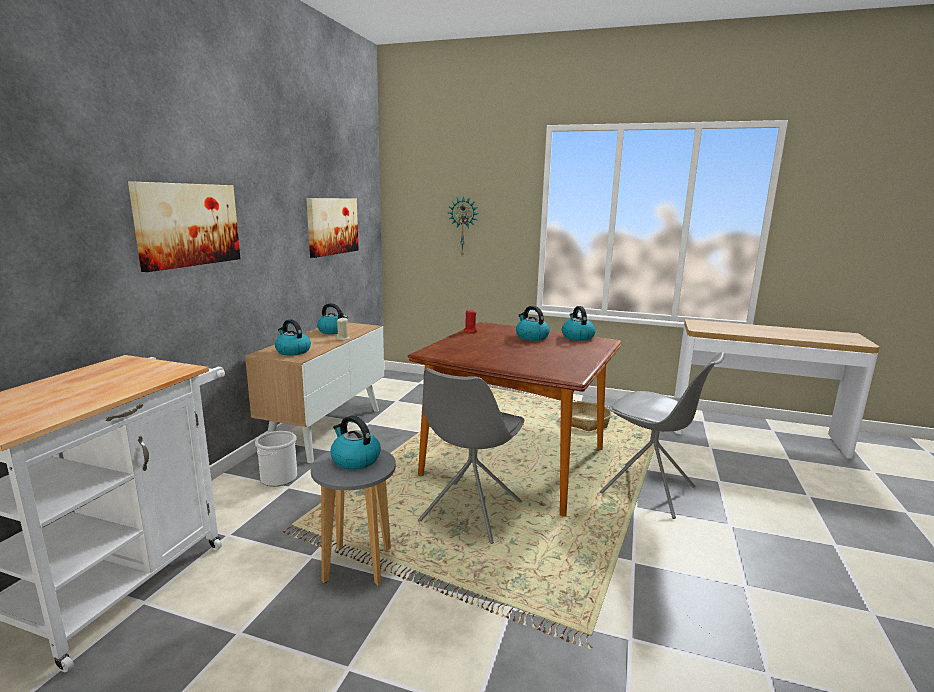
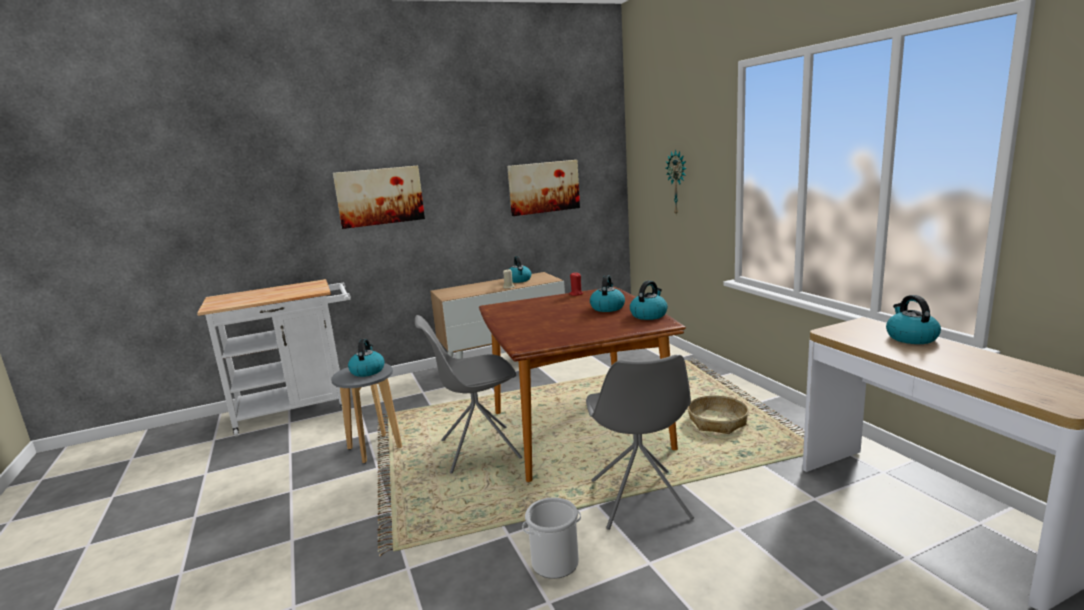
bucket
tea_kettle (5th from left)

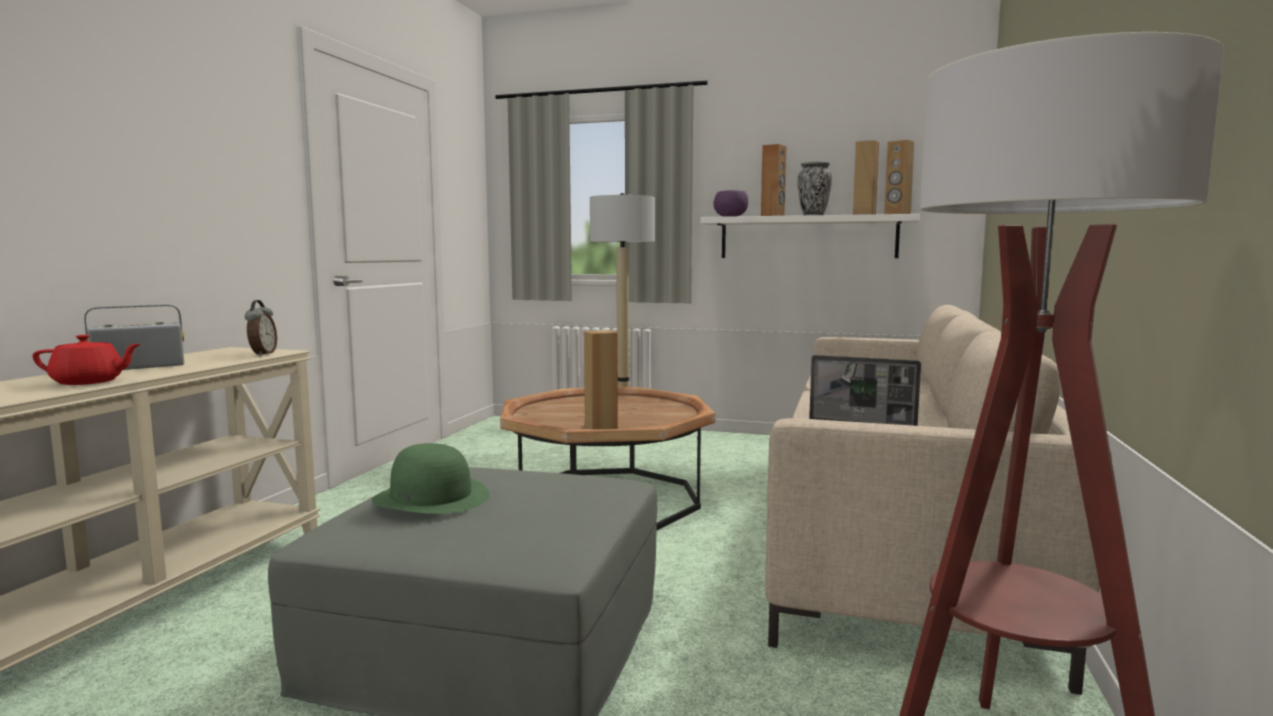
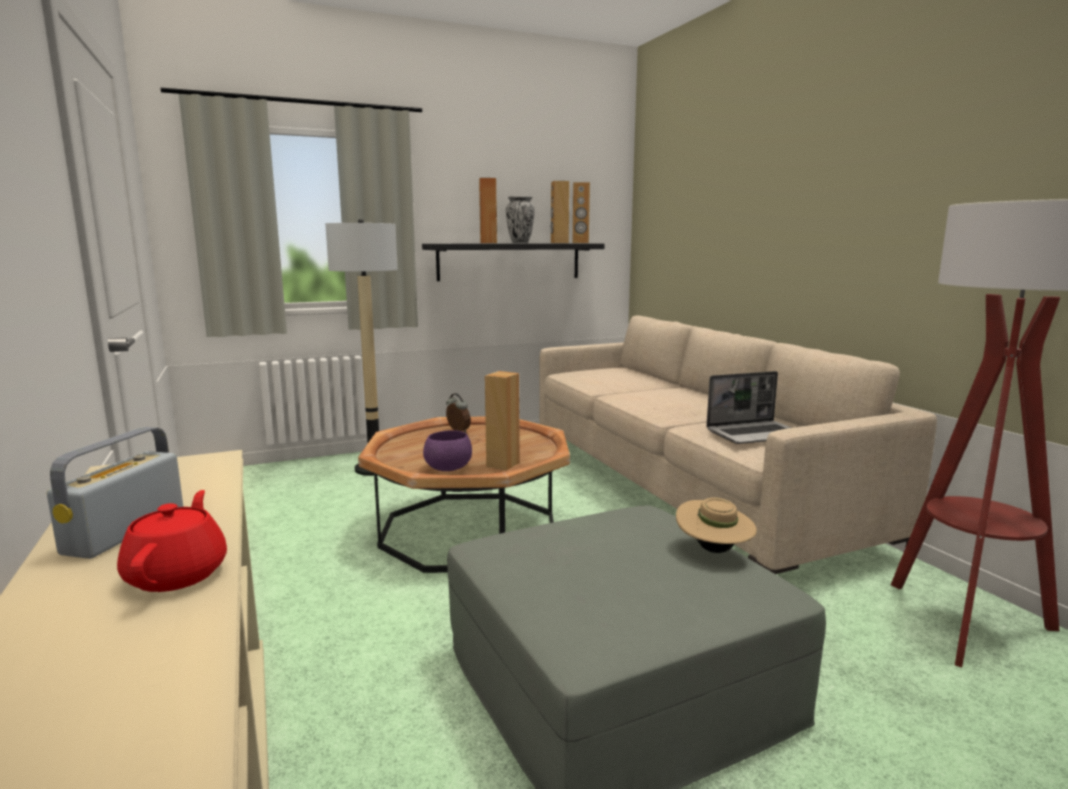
red_pot_for_tea
black-coloured_bracket_shelf
purple-coloured_bowl
alarm_clock
beige_wearable_hat
greenish_wearable_hat

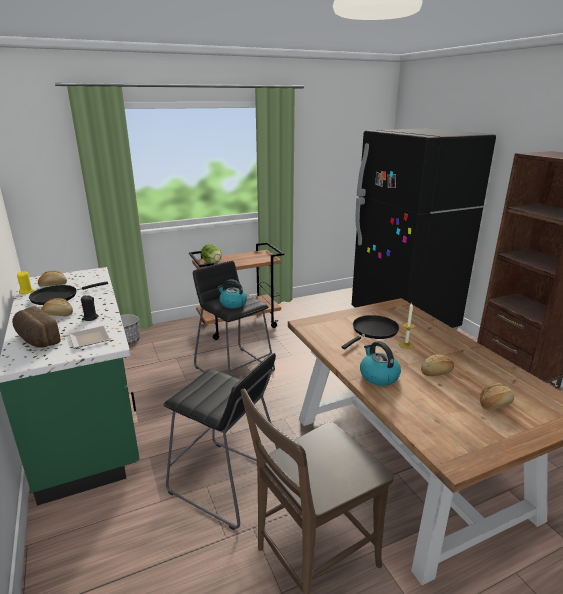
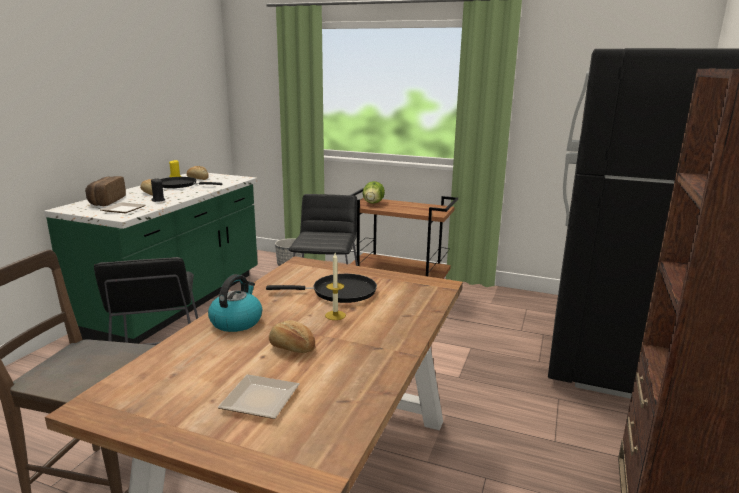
flat_dish (2nd from left)
tea_kettle (1st from left in the first image)

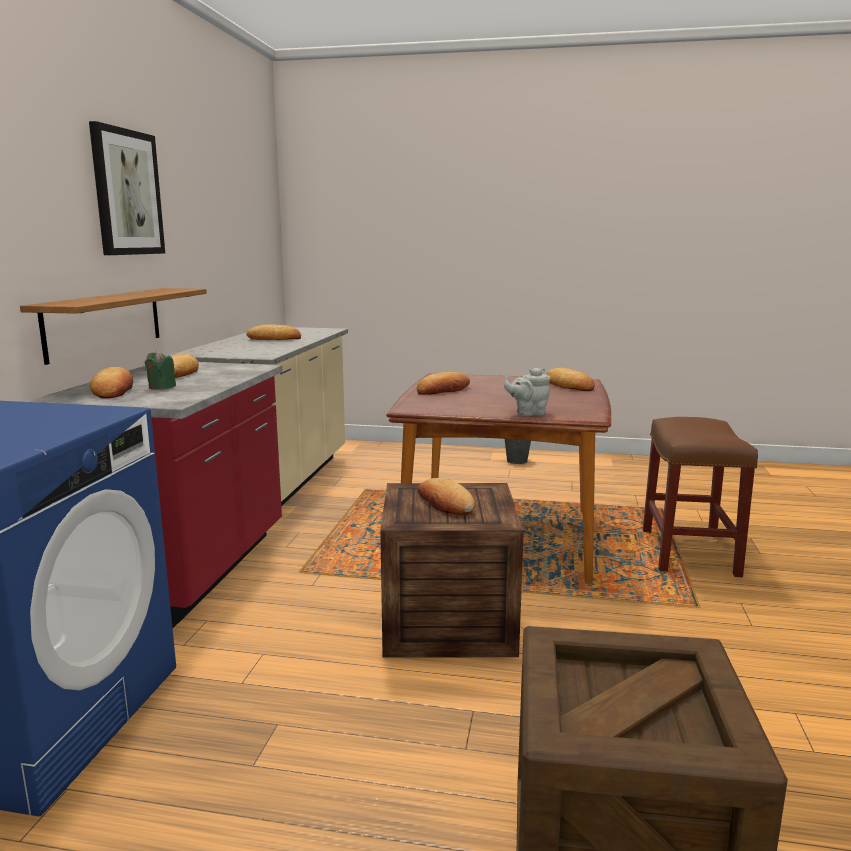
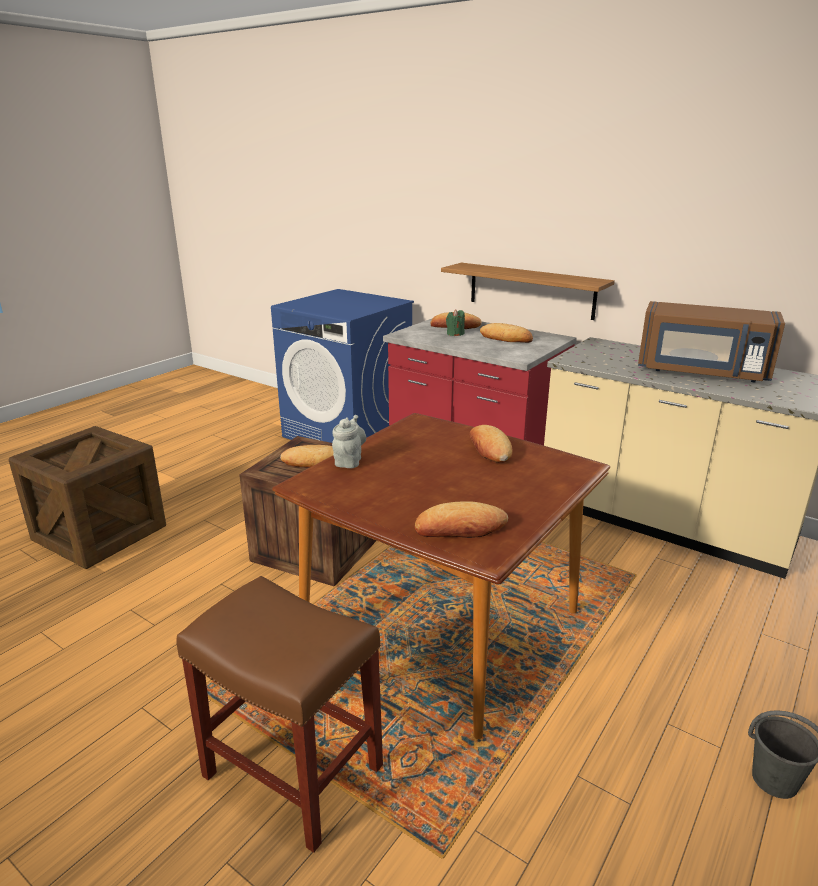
brown-coloured_kitchen_microwave
wall_art

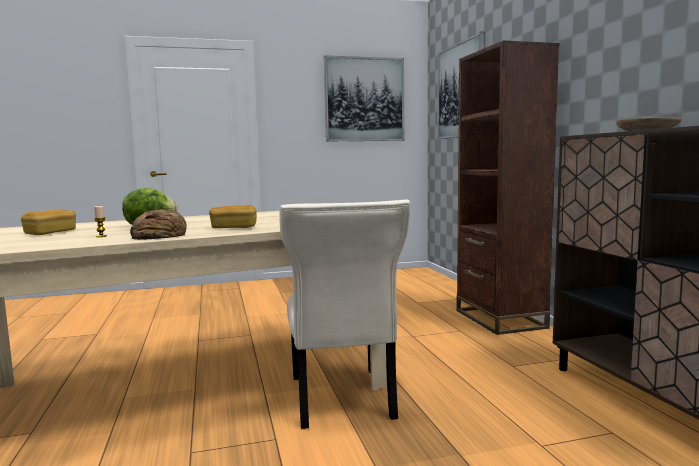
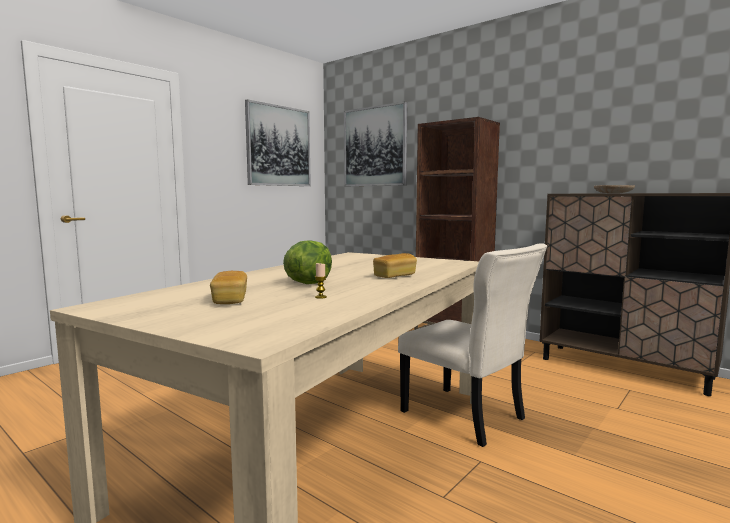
bakery_bread (2nd from left in the first image)

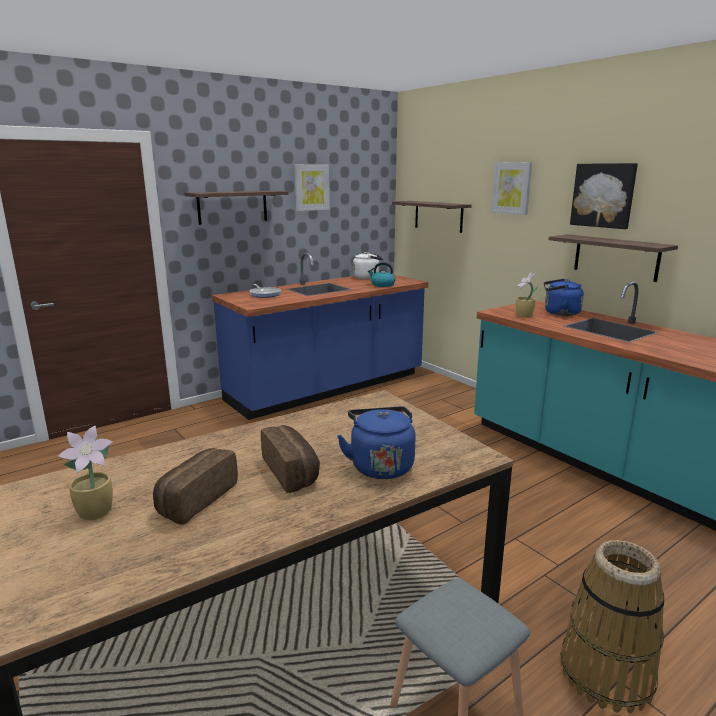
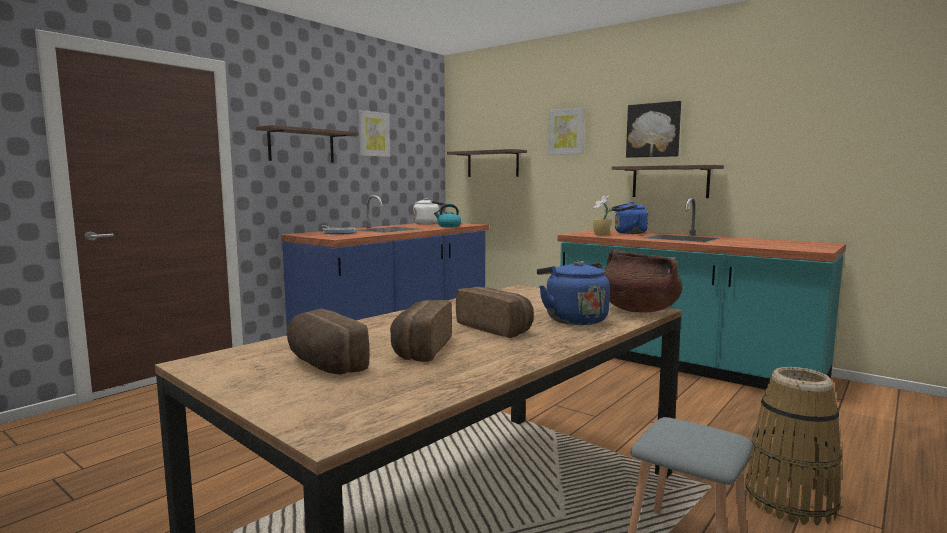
bakery_bread (1st from left)
brown-coloured_saucepot

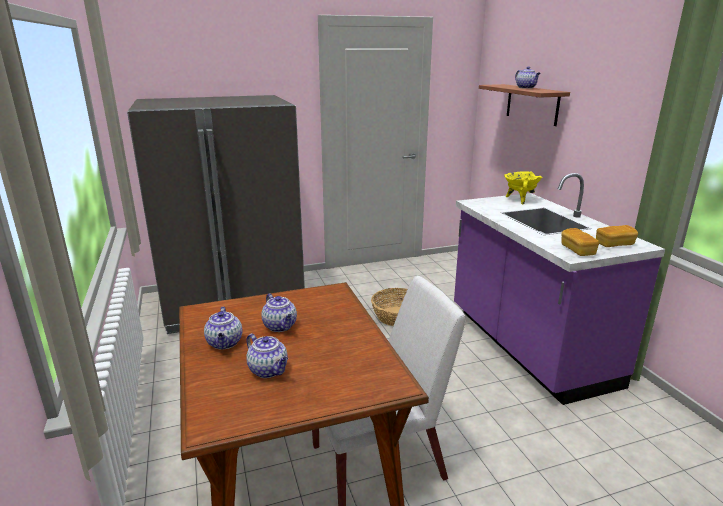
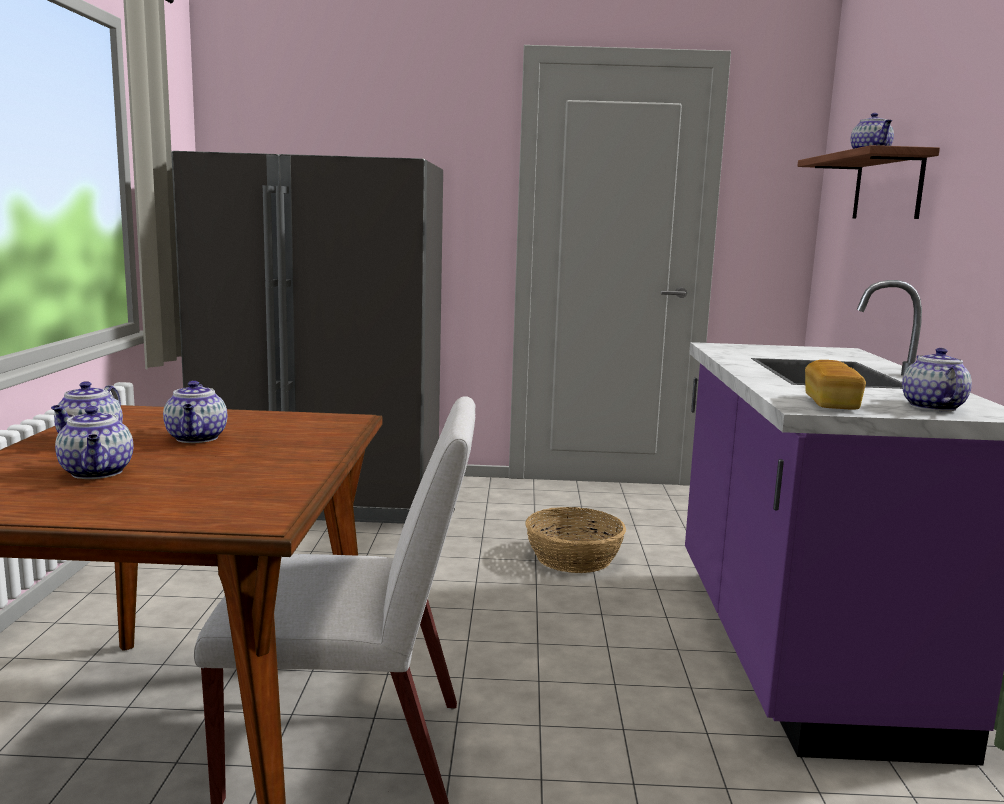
pot_for_tea (5th from left)
yellowish_saucepot

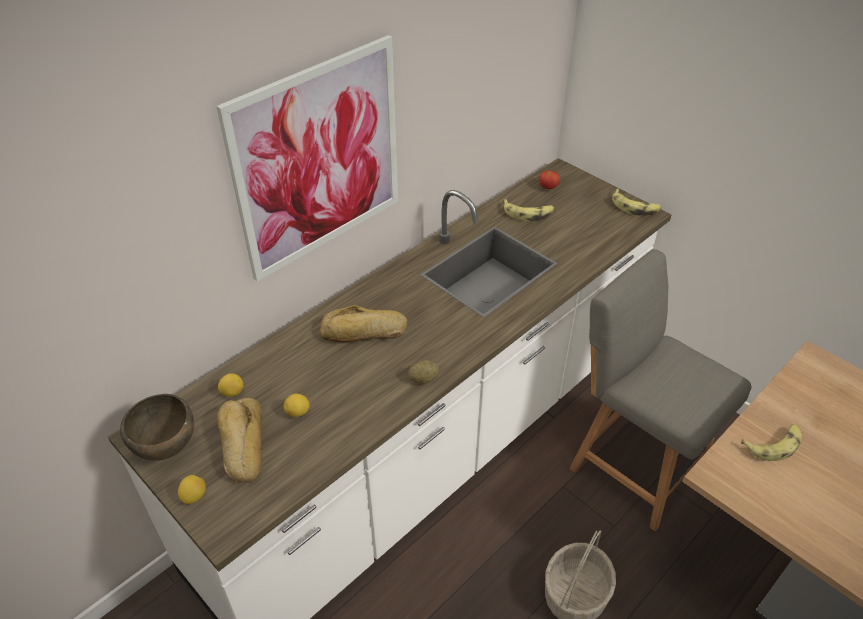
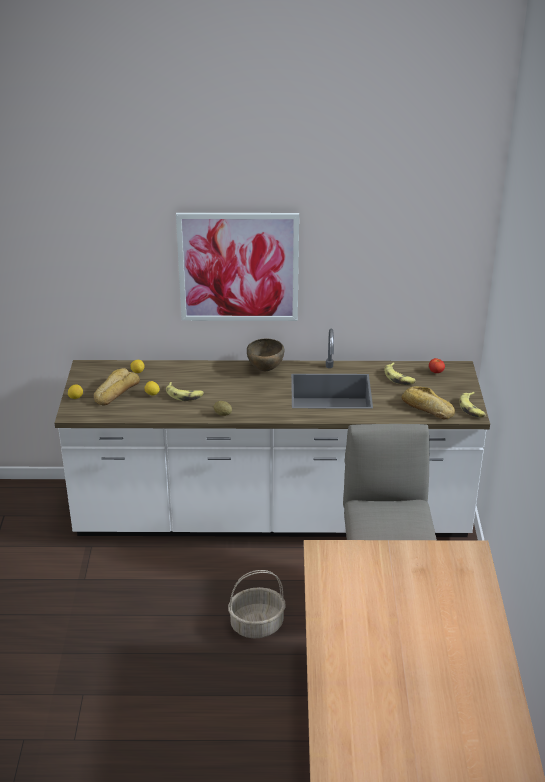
banana (1st from left)
brown-coloured_bowl
bakery_bread (2nd from left)

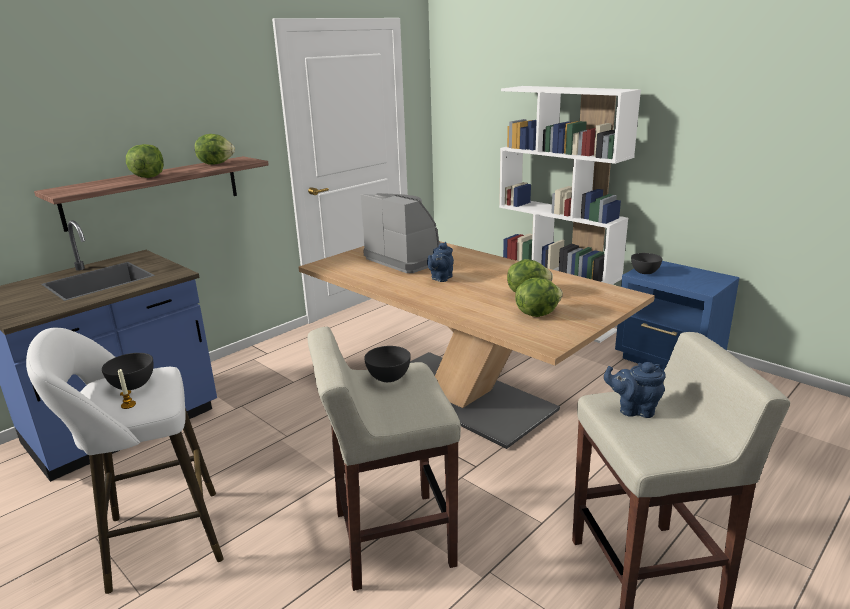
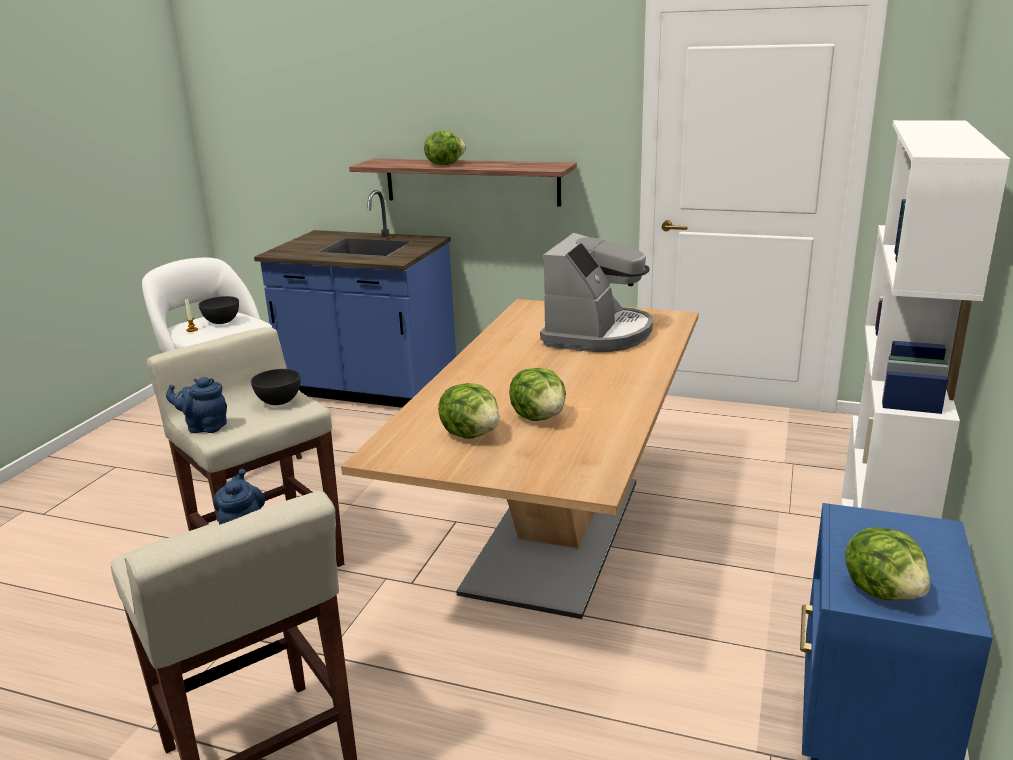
blue-coloured_pot_for_tea (1st from left)
head_of_lettuce (4th from left)
grey_bowl (3rd from left in the first image)

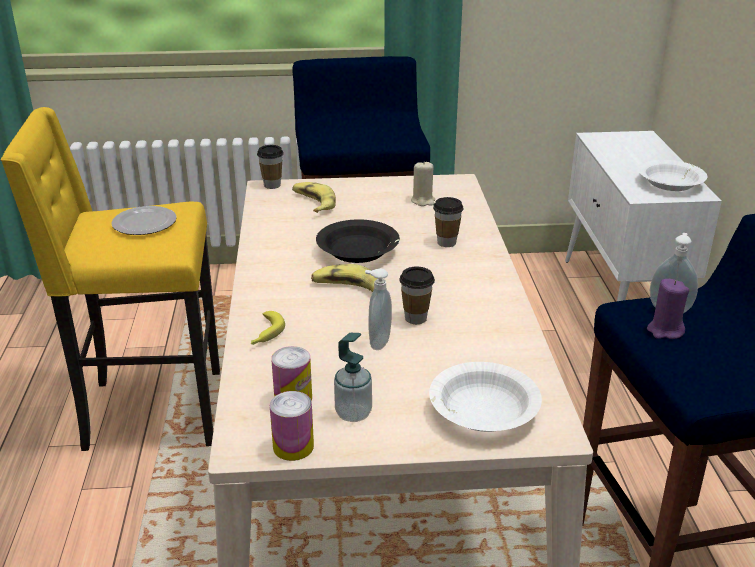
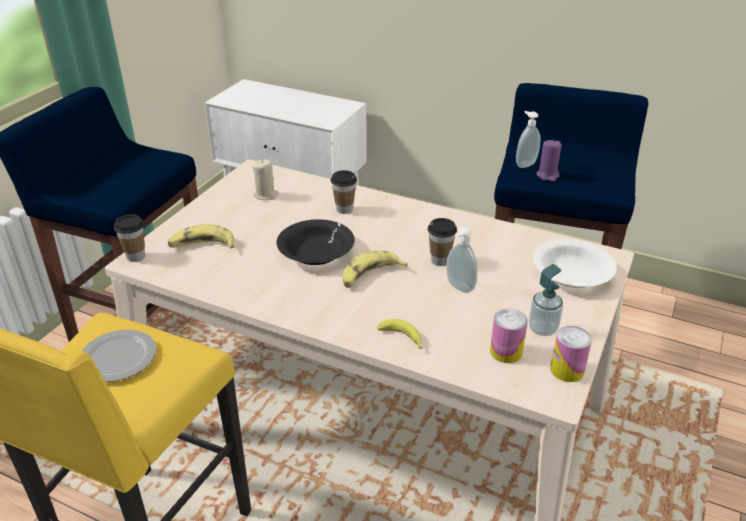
whitish_bowl (2nd from left in the first image)

